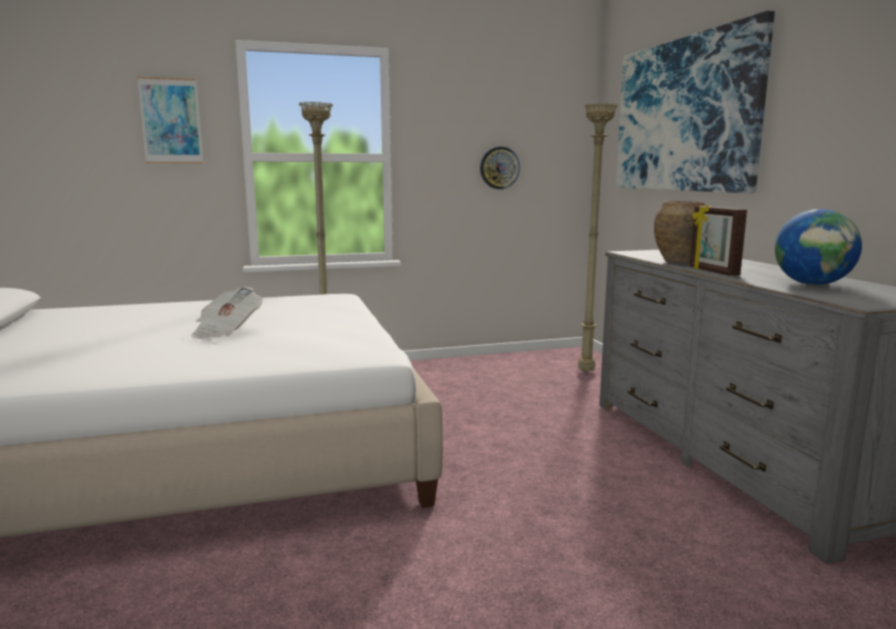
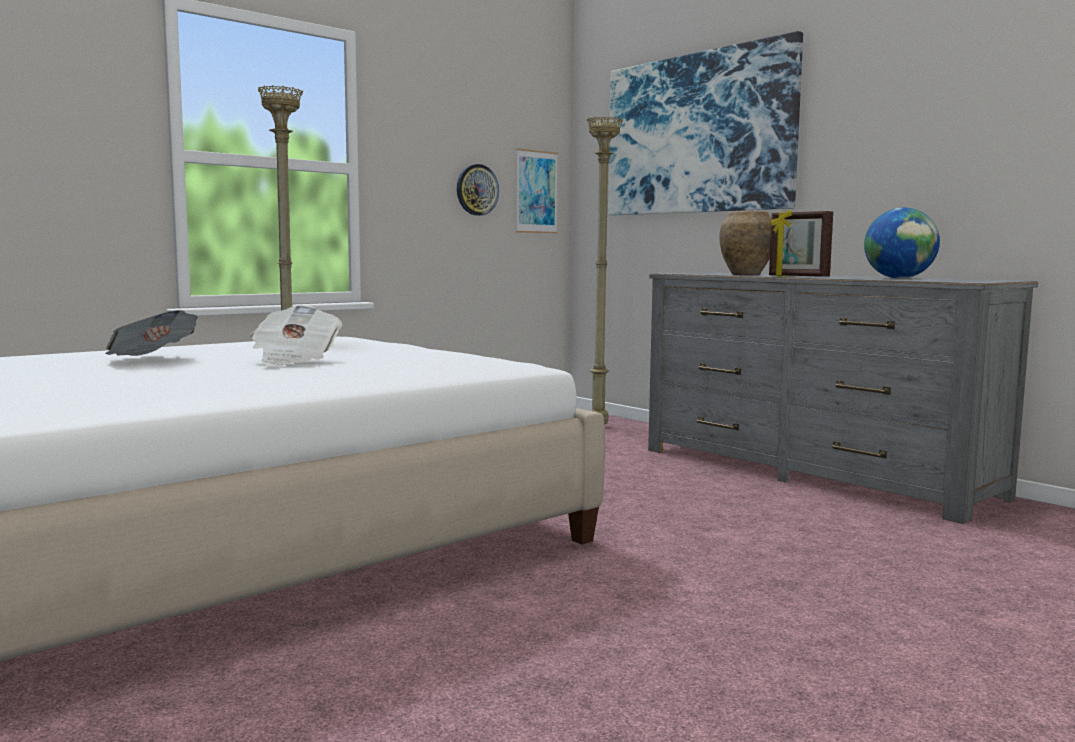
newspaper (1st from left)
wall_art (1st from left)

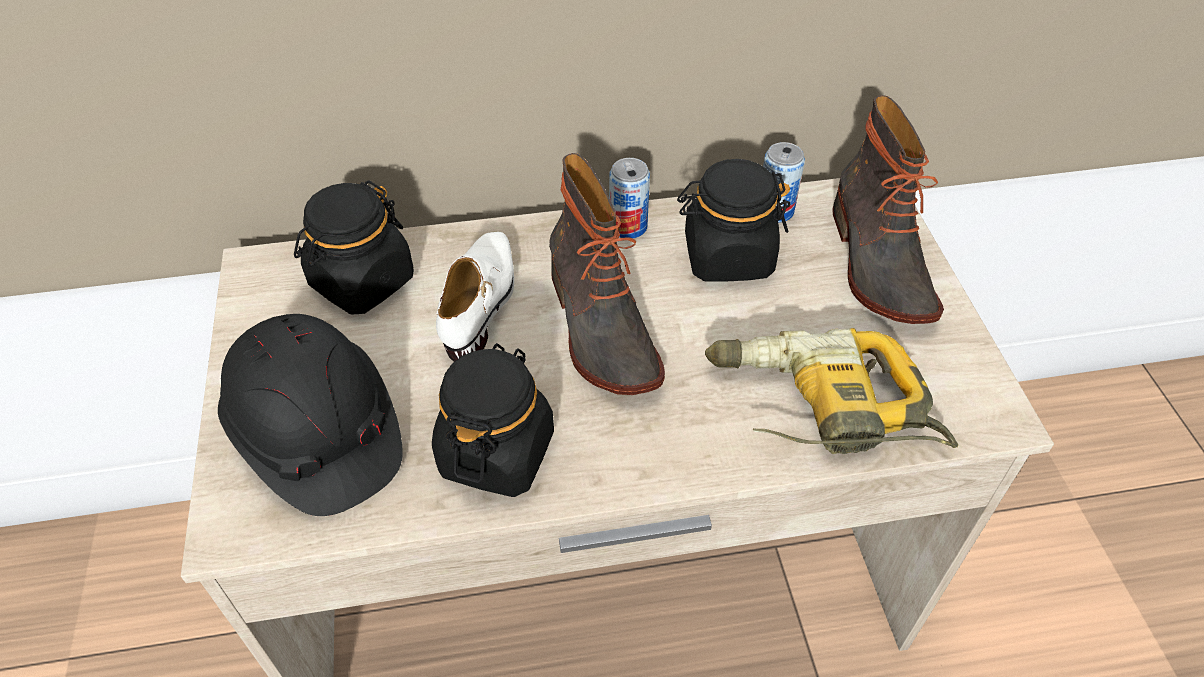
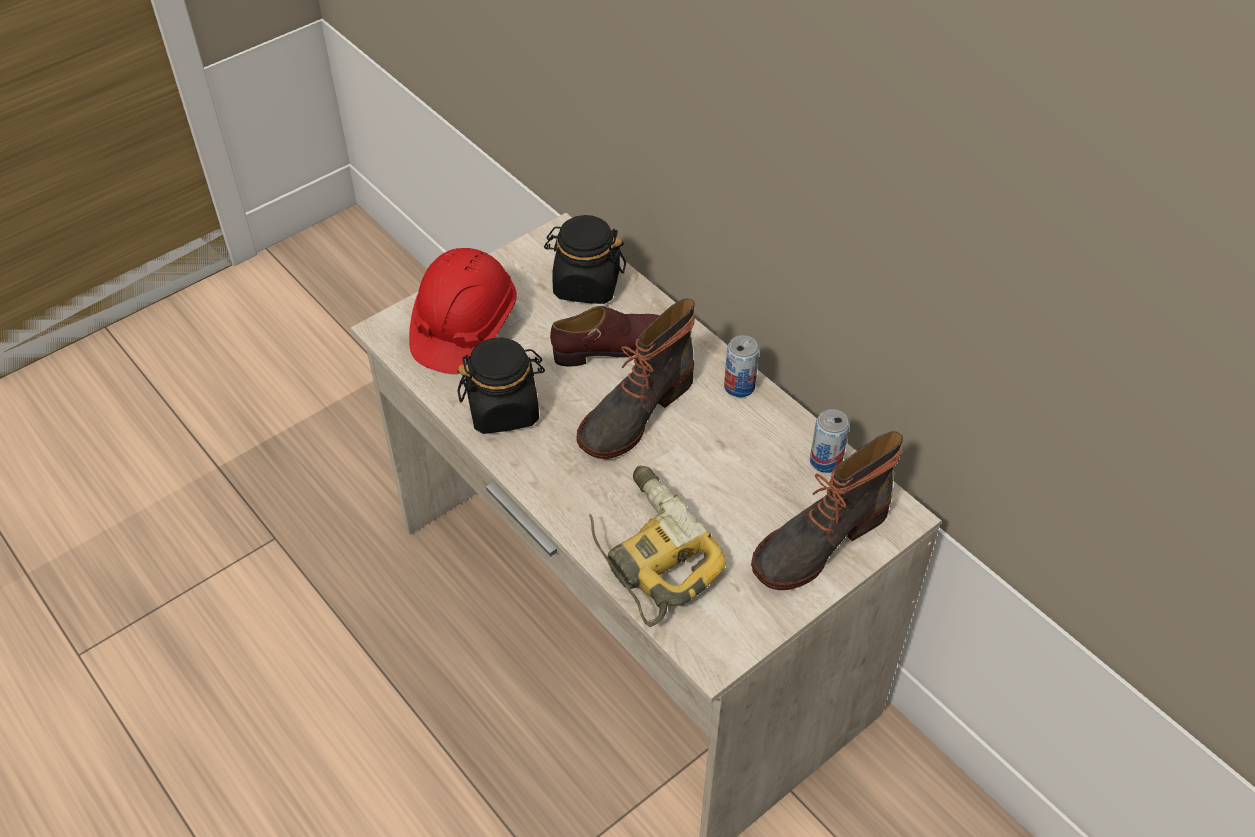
red_work_helmet
brown-coloured_item_of_footwear
black-coloured_storage_jar (3rd from left in the first image)

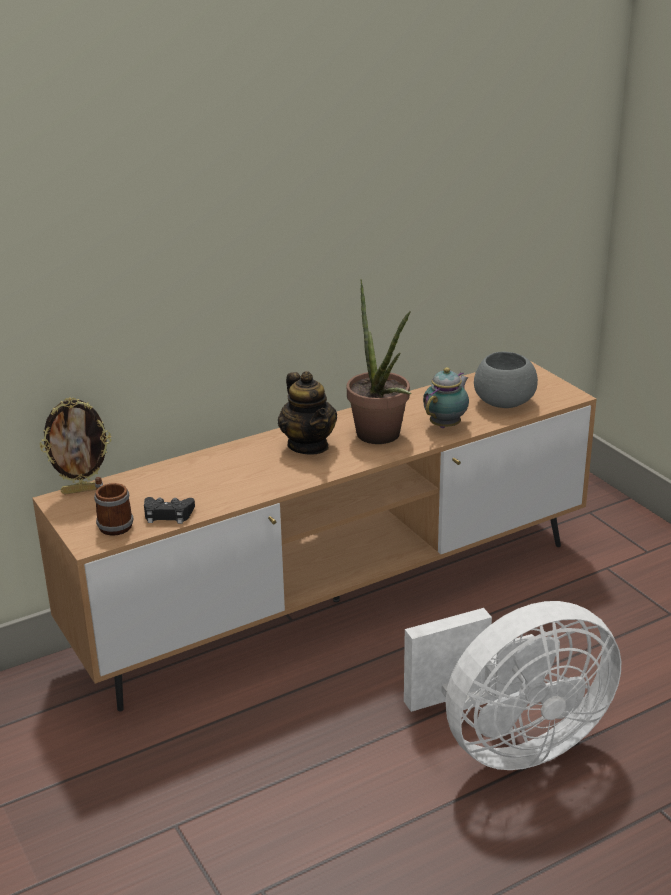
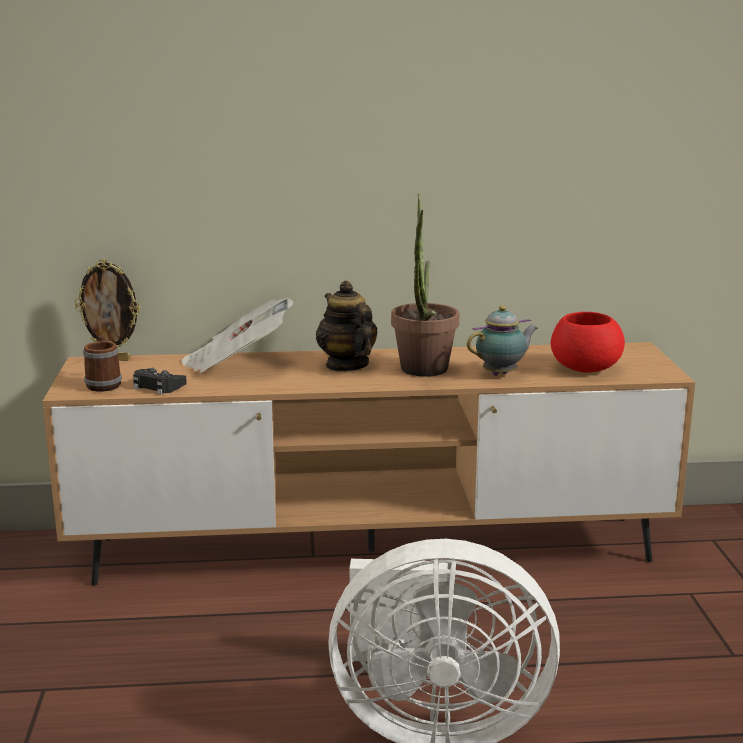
newspaper
pot_for_tea (1st from left)
red_bowl

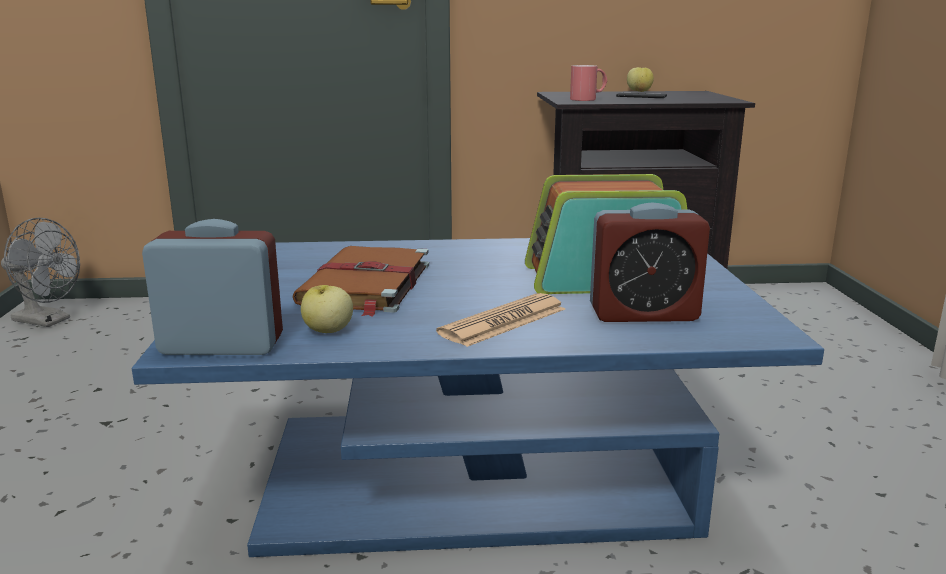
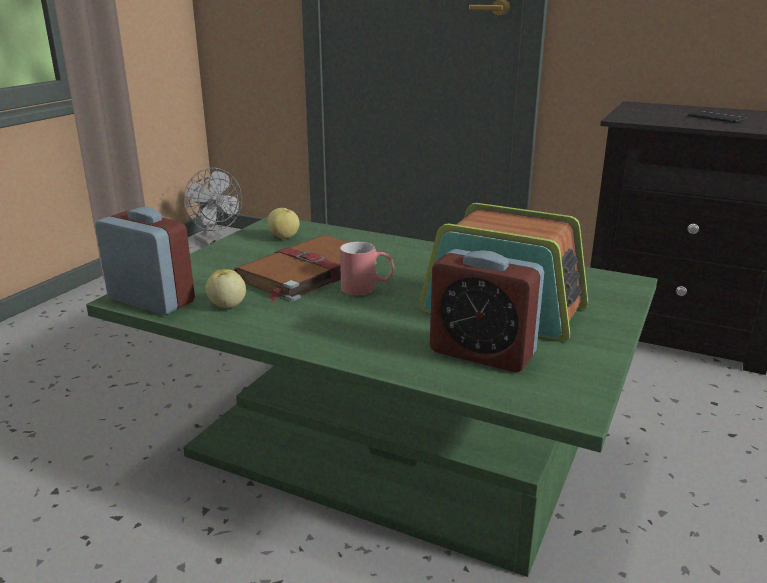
greenish_low_table
whole_apple (2nd from left)
red_tea_mug
newspaper

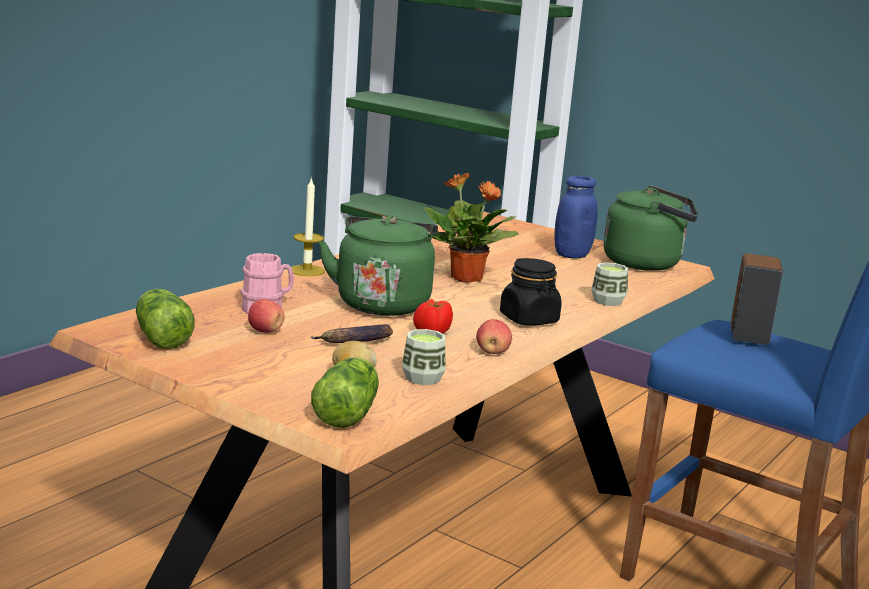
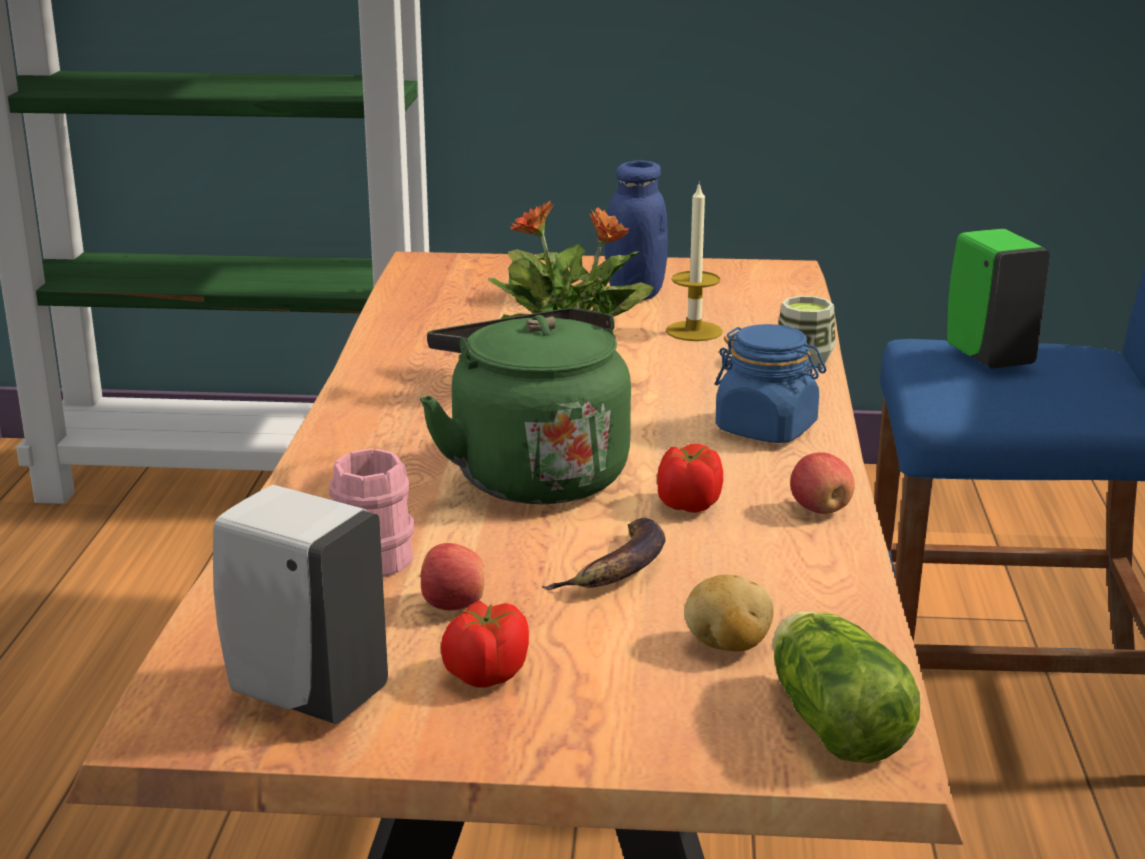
whitish_soap_bottle
whole_tomato (1st from left)
candle
blue-coloured_storage_jar (2nd from left)
greenish_soap_bottle
drinking_cup (1st from left in the first image)
greenish_tea_kettle (2nd from left in the first image)

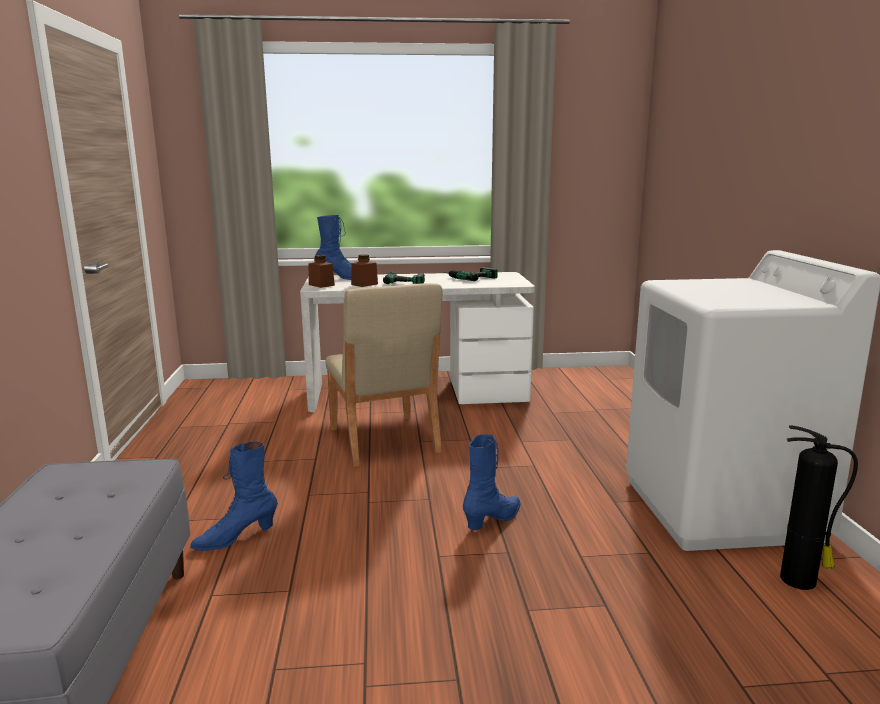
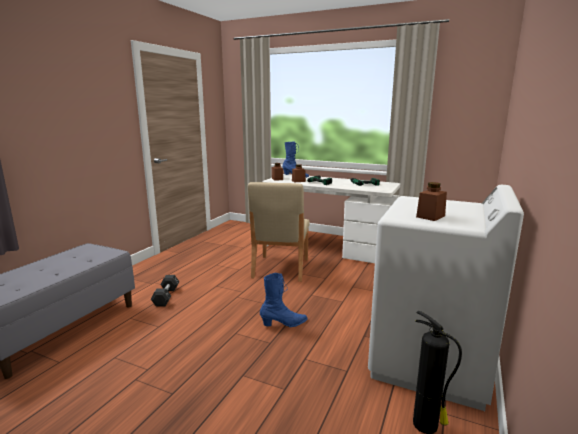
black-coloured_dumbbell
brown-coloured_storage_jar (3rd from left)

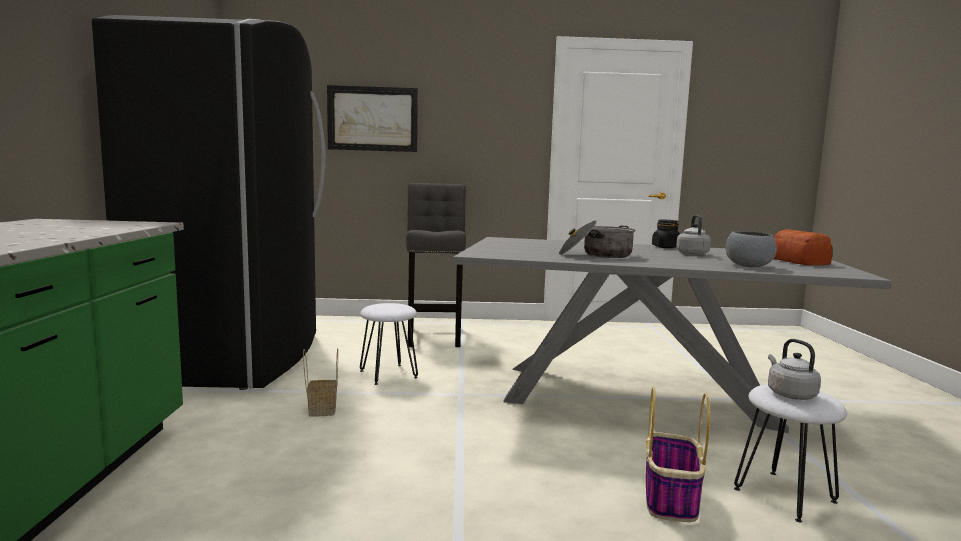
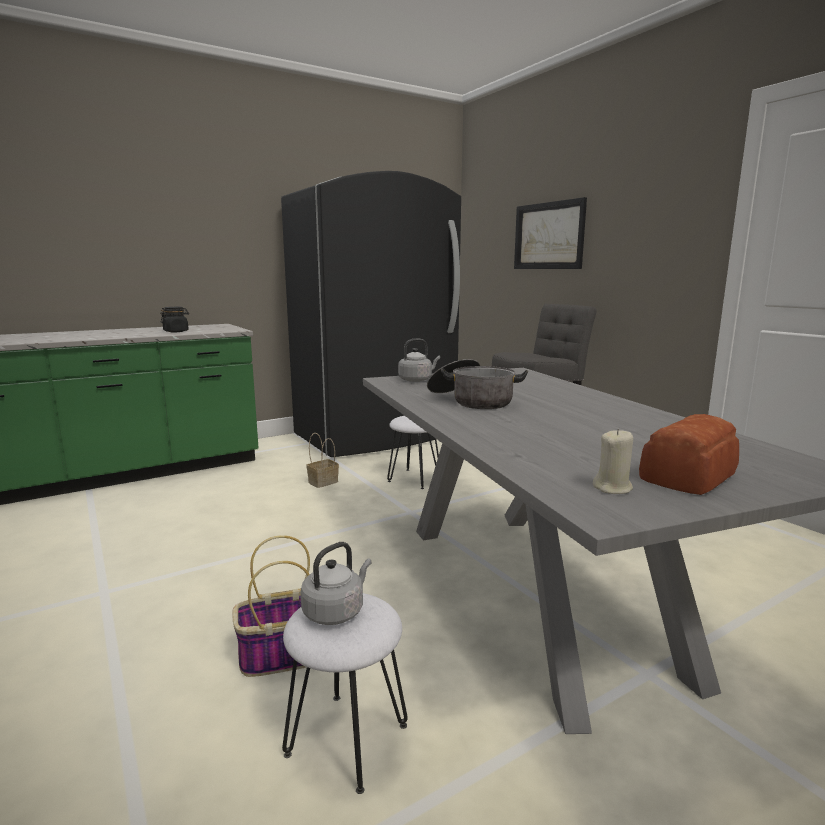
black-coloured_storage_jar
grey_tea_kettle (2nd from left)
beige_candle
grey_bowl

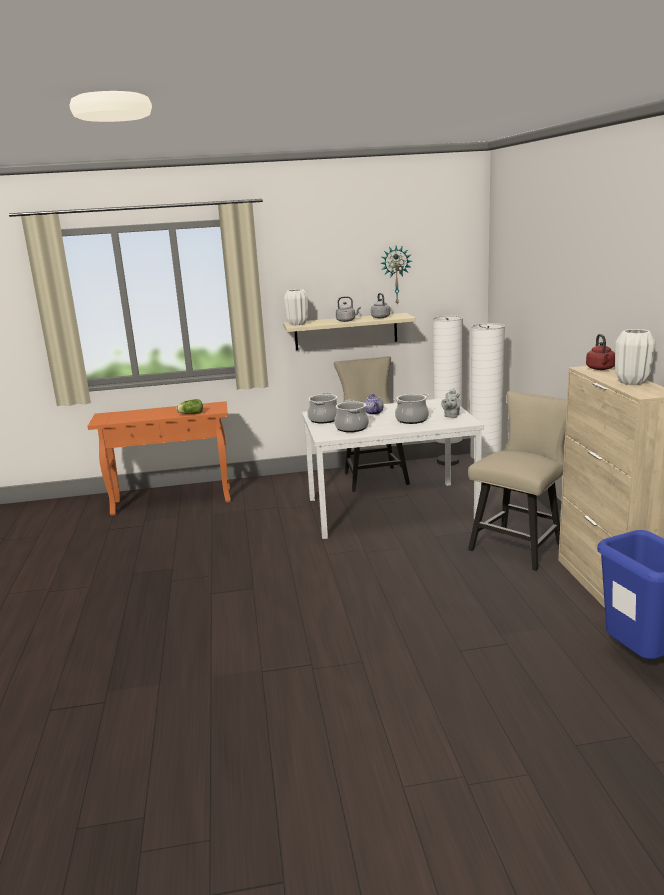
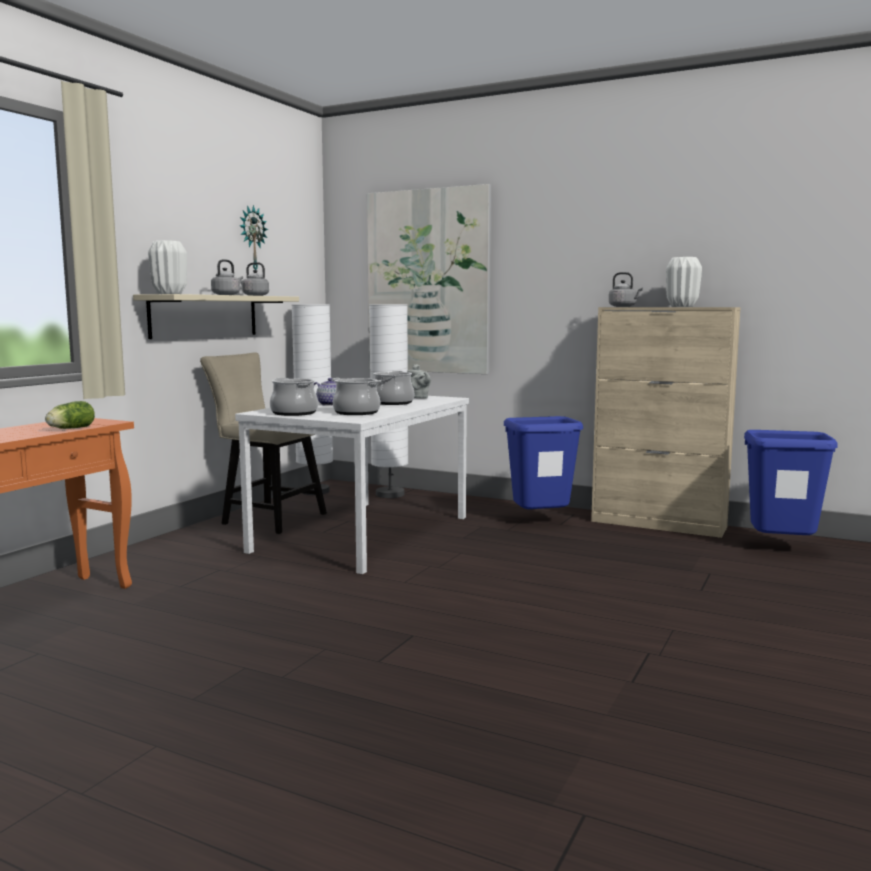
wall_art
blue-coloured_rubbish_bin (1st from left)
grey_tea_kettle (3rd from left)

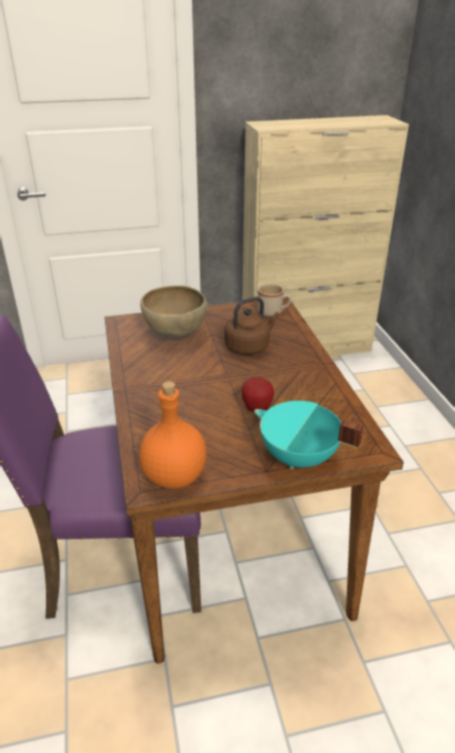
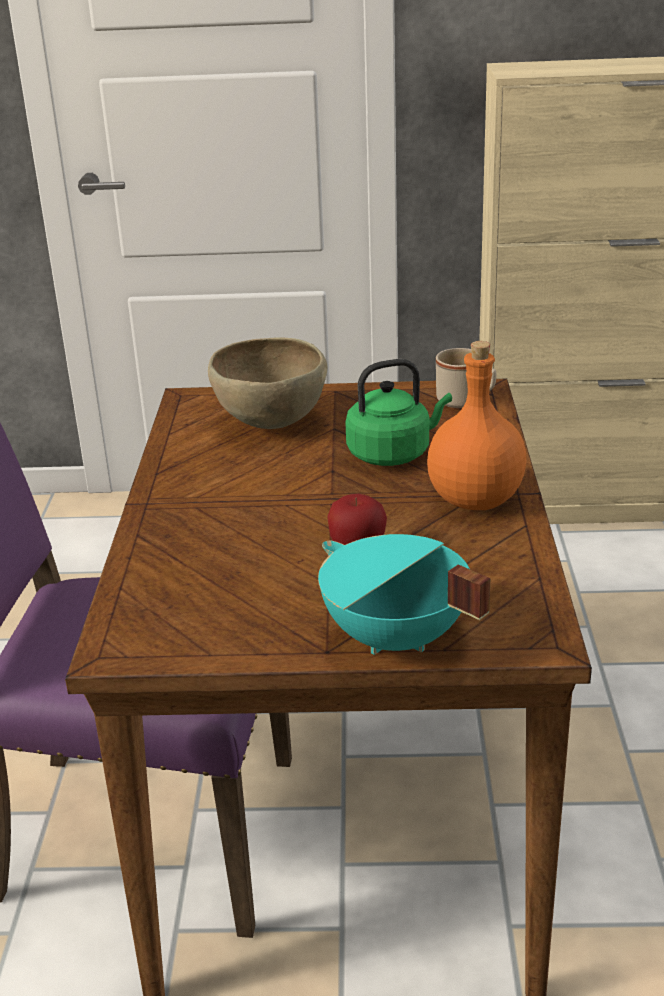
greenish_tea_kettle
orangey_bottle

